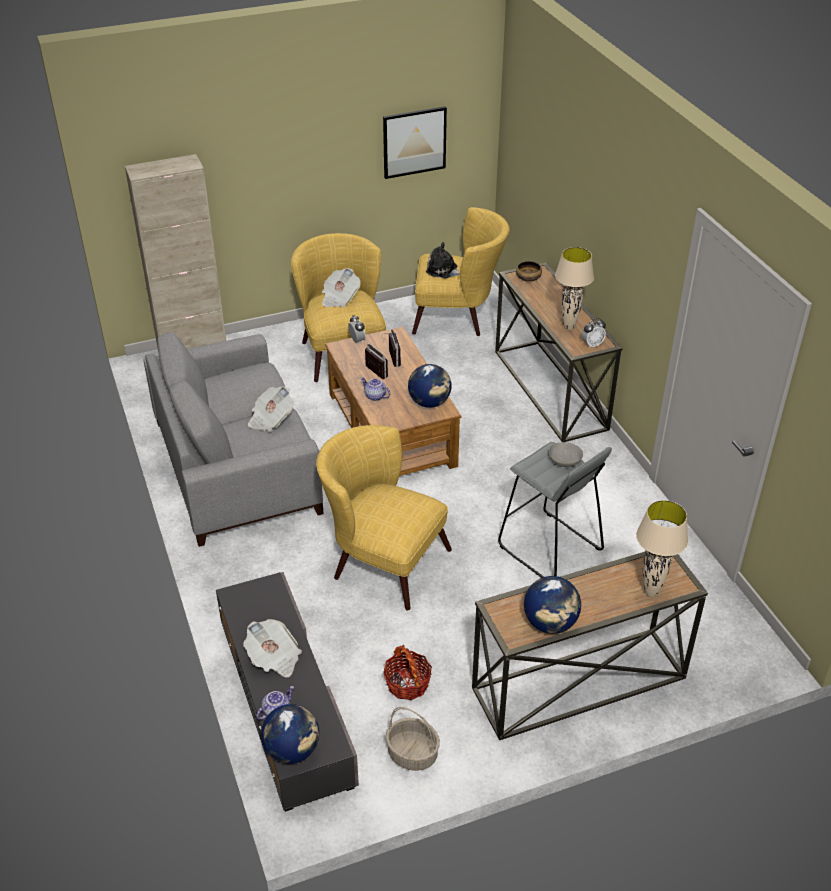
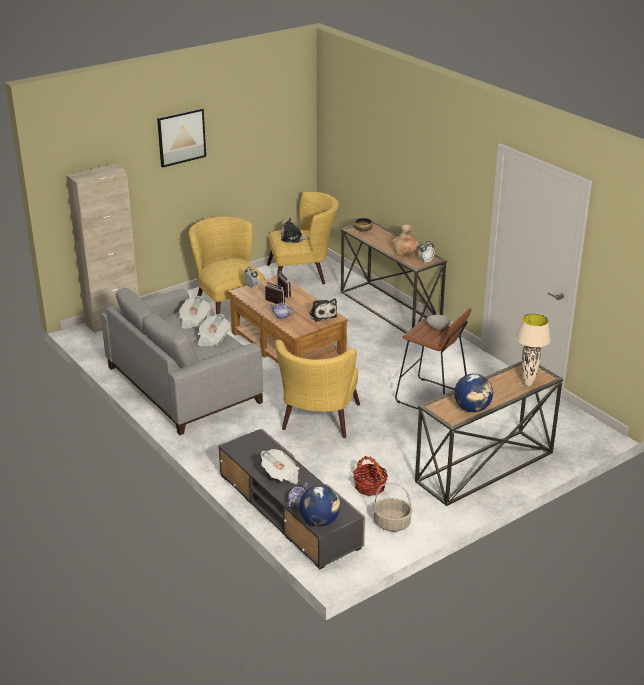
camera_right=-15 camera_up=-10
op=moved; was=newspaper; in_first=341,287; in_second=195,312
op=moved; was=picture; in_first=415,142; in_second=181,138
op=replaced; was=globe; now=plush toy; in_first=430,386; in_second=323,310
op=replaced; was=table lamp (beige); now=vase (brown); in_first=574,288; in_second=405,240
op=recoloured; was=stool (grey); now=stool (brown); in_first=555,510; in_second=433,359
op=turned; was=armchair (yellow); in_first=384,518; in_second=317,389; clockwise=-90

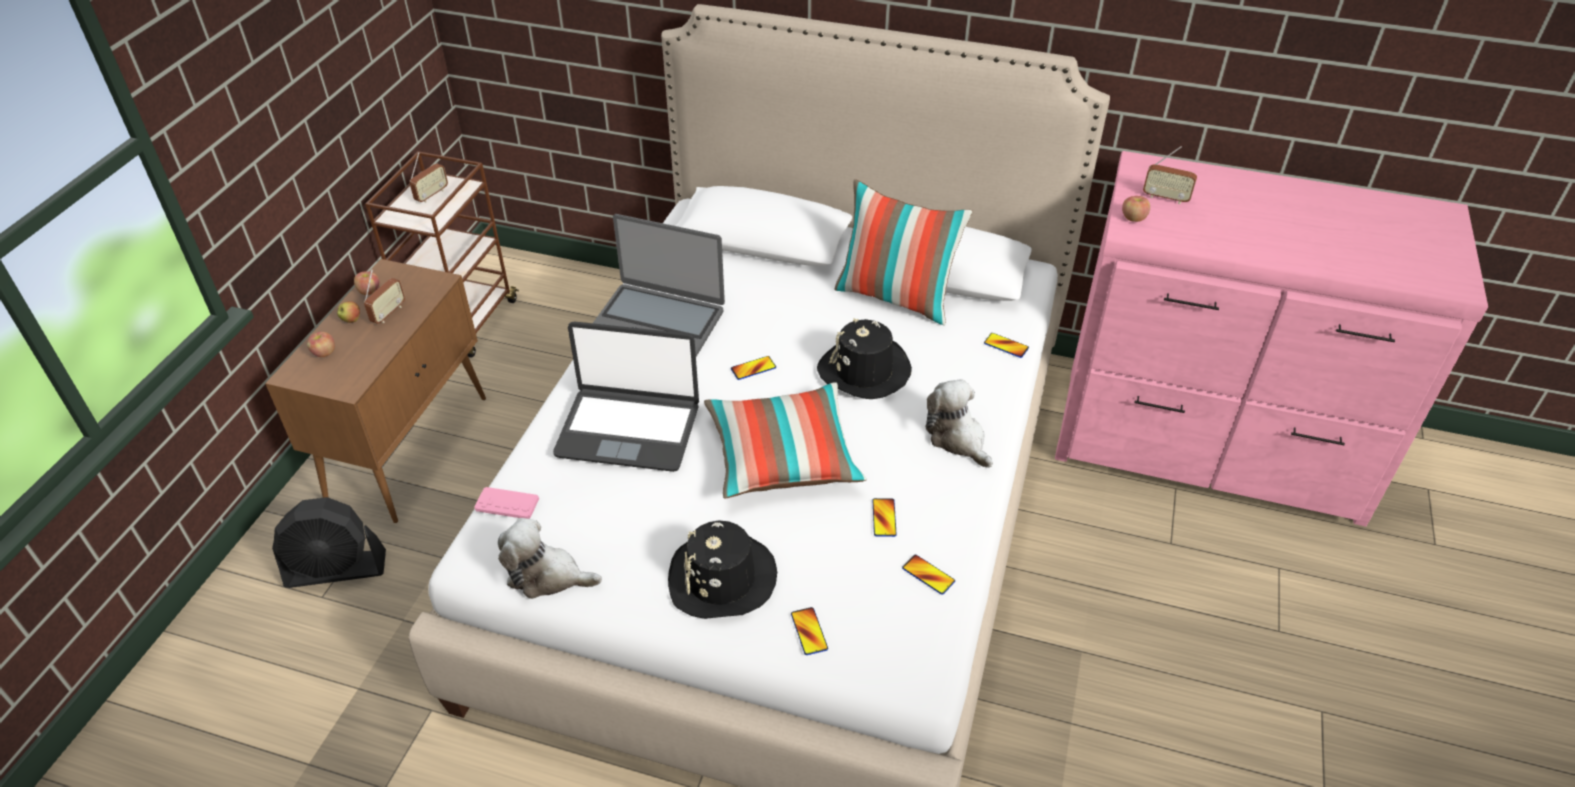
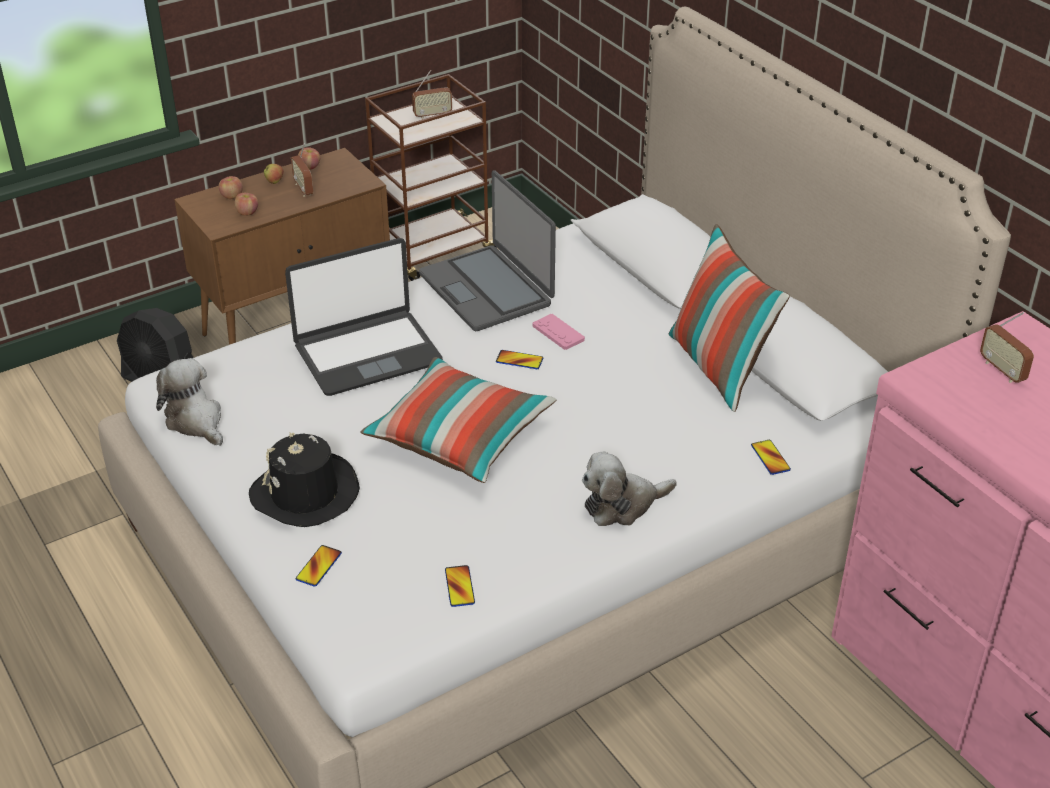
camera_right=40 camera_up=-5
op=removed; was=hat (black); in_first=864,358
op=removed; was=phone; in_first=885,517
op=moved; was=game controller (pink); in_first=506,503; in_second=559,332
op=moved; was=apple; in_first=1136,209; in_second=246,204
op=turned; was=radio; in_first=384,296; in_second=302,170; clockwise=90
op=turned; was=laptop; in_first=626,396; in_second=364,317; clockwise=-75
op=turned; was=plush toy; in_first=959,423; in_second=629,489; clockwise=-120

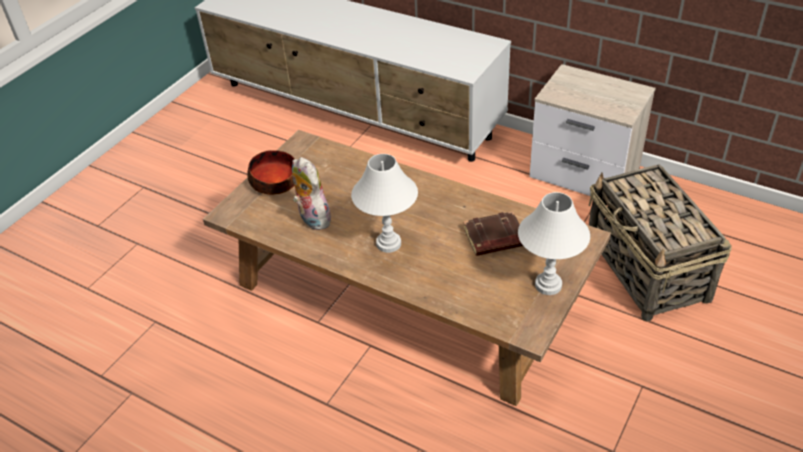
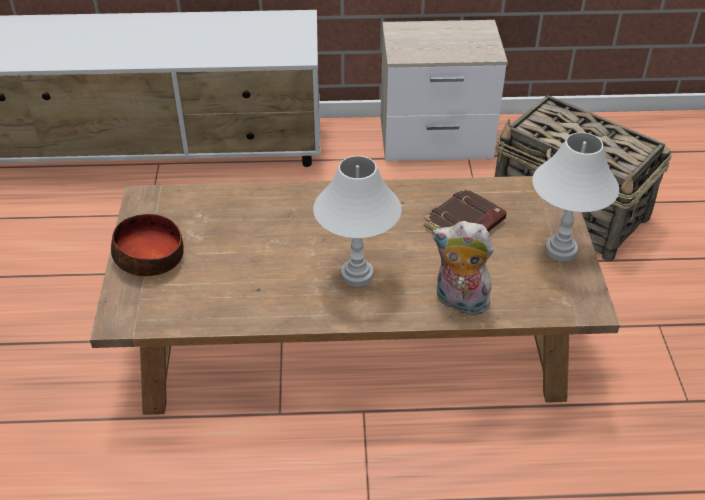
camera_right=-35 camera_up=0
op=moved; was=plush toy; in_first=311,193; in_second=464,268

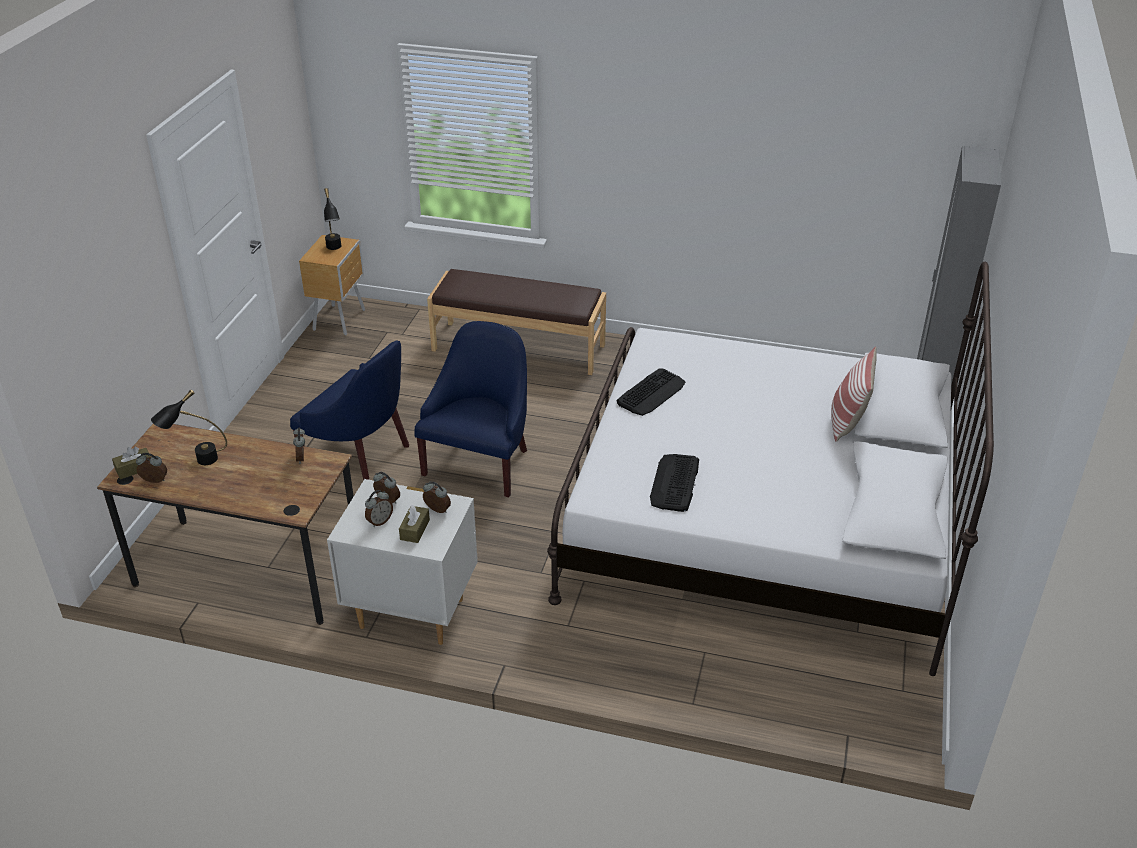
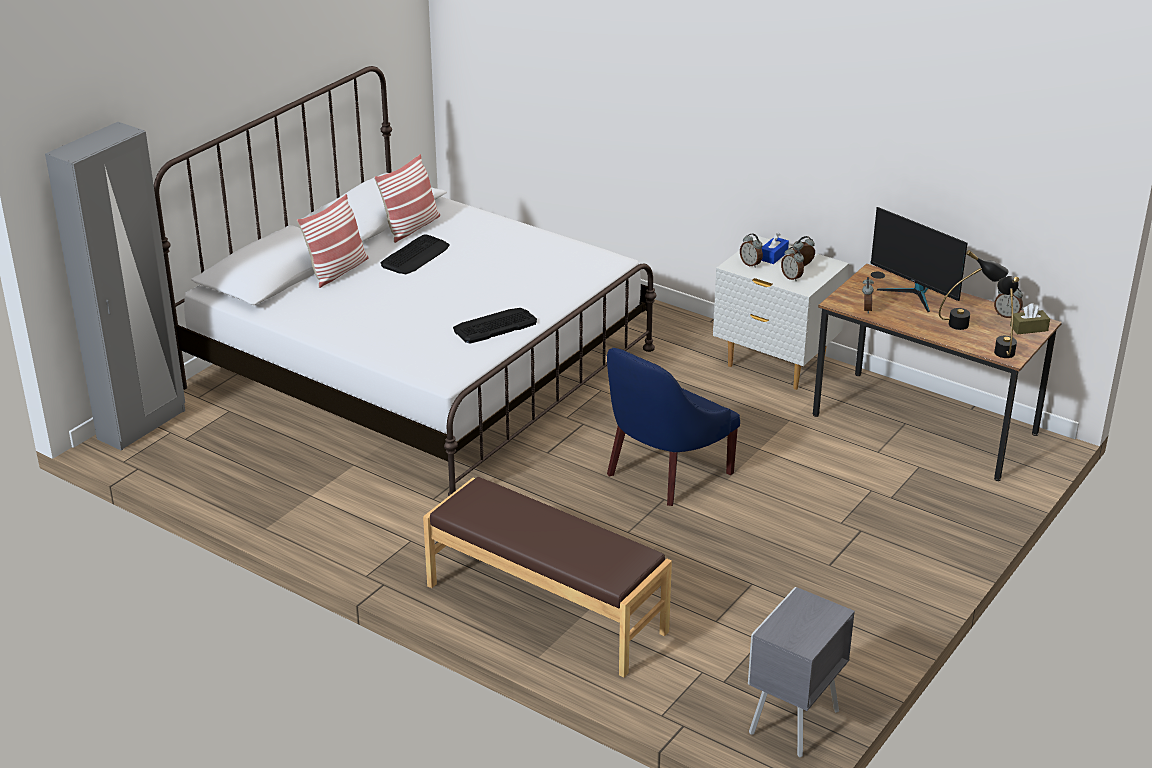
camera_right=-160 camera_up=-5
op=removed; was=armchair (blue); in_first=349,410
op=added; now=pillow; in_second=407,198
op=added; now=monitor; in_second=919,259
op=moved; was=table lamp (black); in_first=333,219; in_second=1006,317
op=moved; was=keyboard; in_first=674,483; in_second=415,254
op=recoloured; was=nightstand (brown); now=nightstand (grey); in_first=332,285; in_second=801,672
op=recoloured; was=tissue box (brown); now=tissue box (blue); in_first=414,524; in_second=775,248

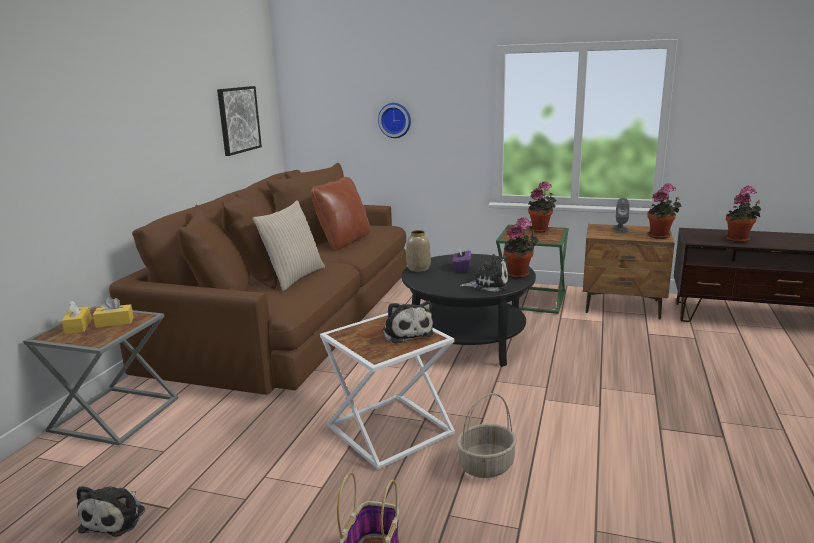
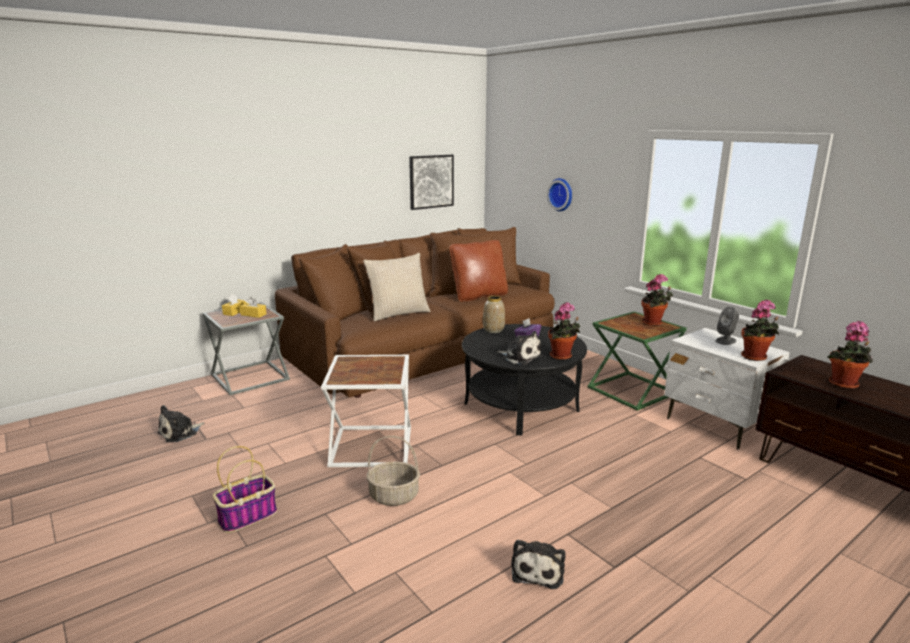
camera_right=35 camera_up=0
op=moved; was=plush toy; in_first=408,322; in_second=538,564
op=recoloured; was=nightstand (brown); now=nightstand (white); in_first=629,271; in_second=727,389

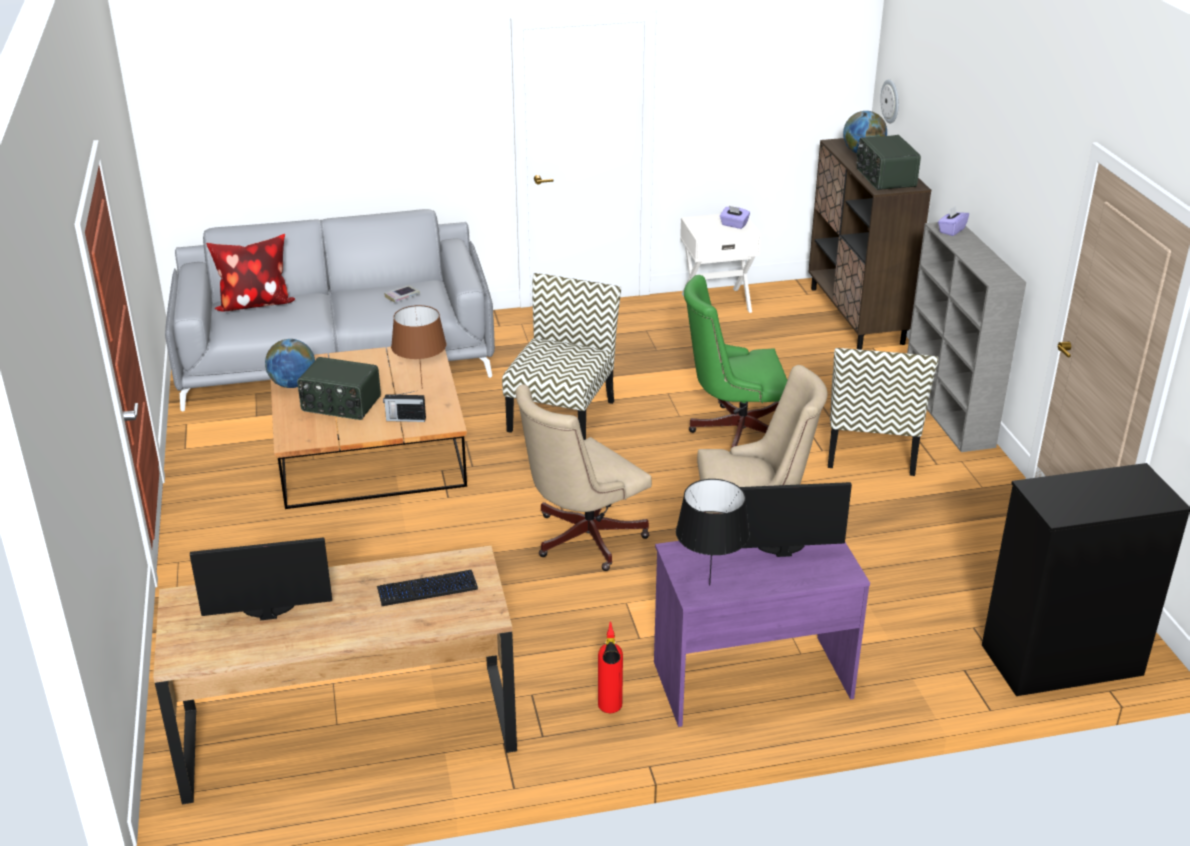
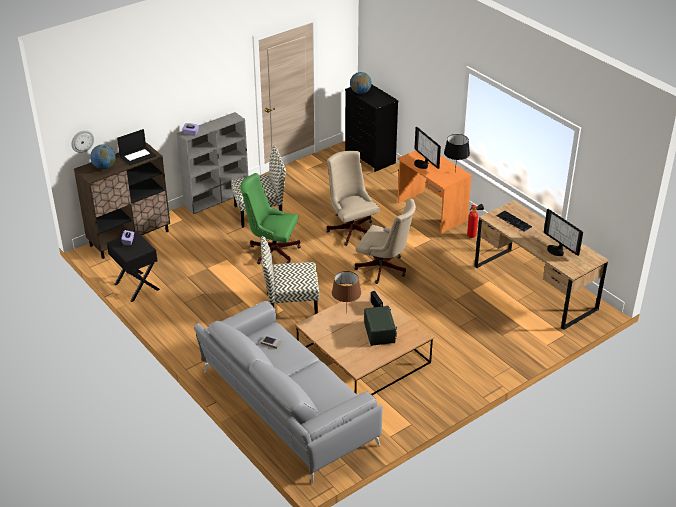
camera_right=-115 camera_up=5
op=removed; was=pillow; in_first=250,272
op=moved; was=globe; in_first=290,363; in_second=361,83
op=replaced; was=radio; now=laptop; in_first=888,162; in_second=136,147
op=recoloured; was=desk (purple); now=desk (orange); in_first=762,634; in_second=435,191
op=recoloured; was=nightstand (white); now=nightstand (black); in_first=720,263; in_second=133,266
op=turned; was=office chair (green); in_first=735,361; in_second=270,218; clockwise=135

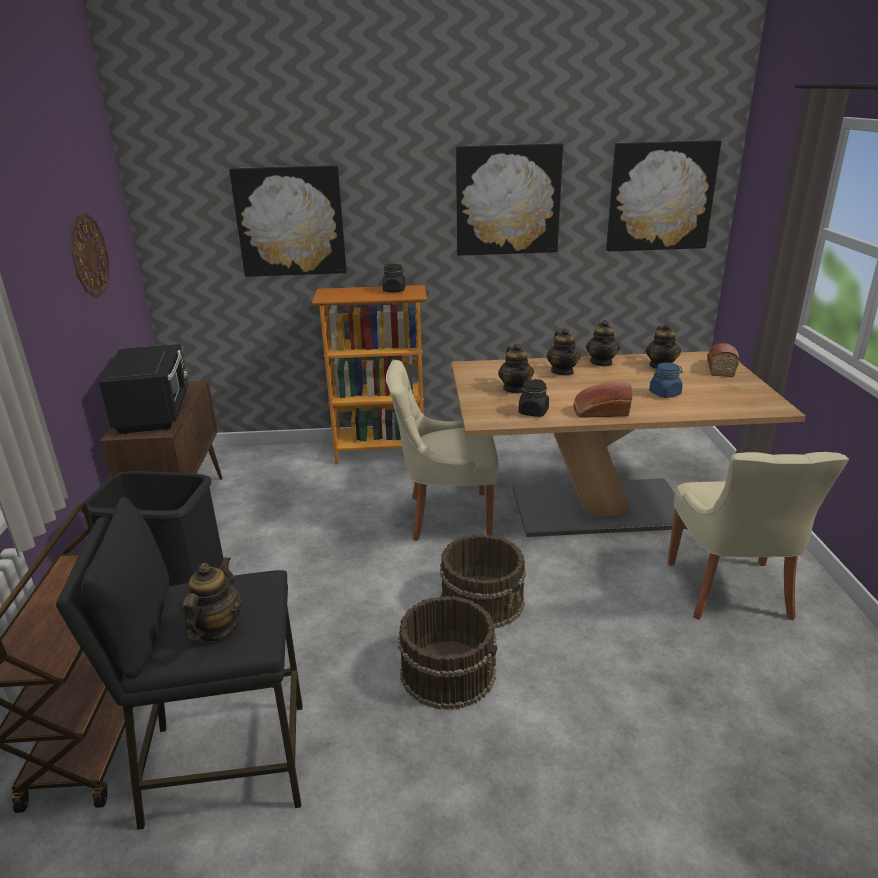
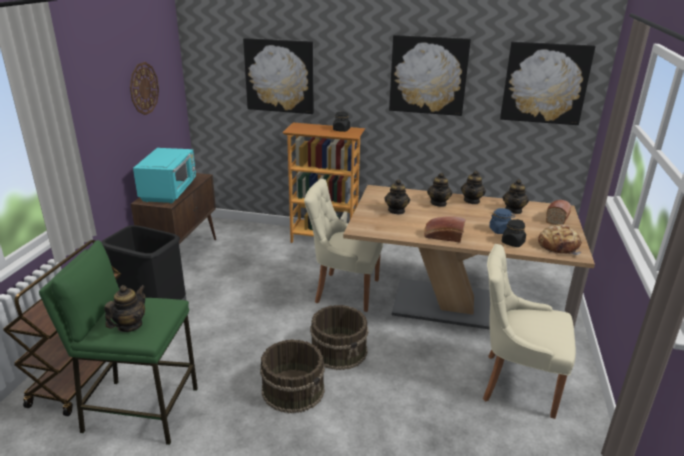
camera_right=15 camera_up=0
op=added; now=bread; in_second=560,239
op=moved; was=jar (black); in_first=533,398; in_second=514,233
op=recoloured; was=stool (black); now=stool (green); in_first=179,663; in_second=118,342
op=recoloured; was=microwave (black); now=microwave (turquoise); in_first=143,389; in_second=164,175
op=turned; was=chair (beige); in_first=758,536; in_second=529,331; clockwise=90

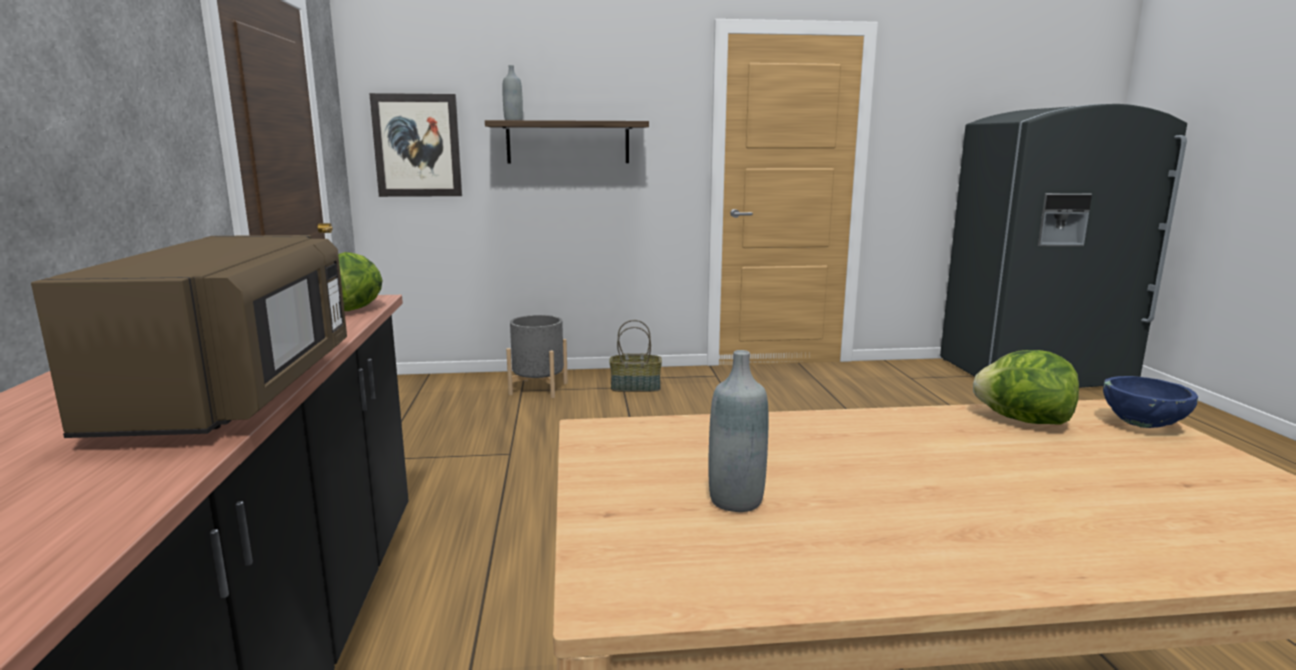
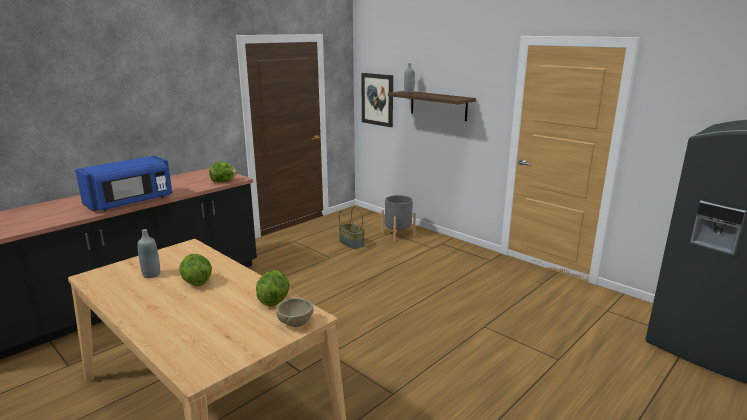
camera_right=50 camera_up=5
op=added; now=lettuce; in_second=195,270
op=moved; was=basket; in_first=635,356; in_second=351,228
op=recoloured; was=microwave (brown); now=microwave (blue); in_first=189,336; in_second=123,183
op=recoloured; was=bowl (blue); now=bowl (beige); in_first=1150,402; in_second=294,312

